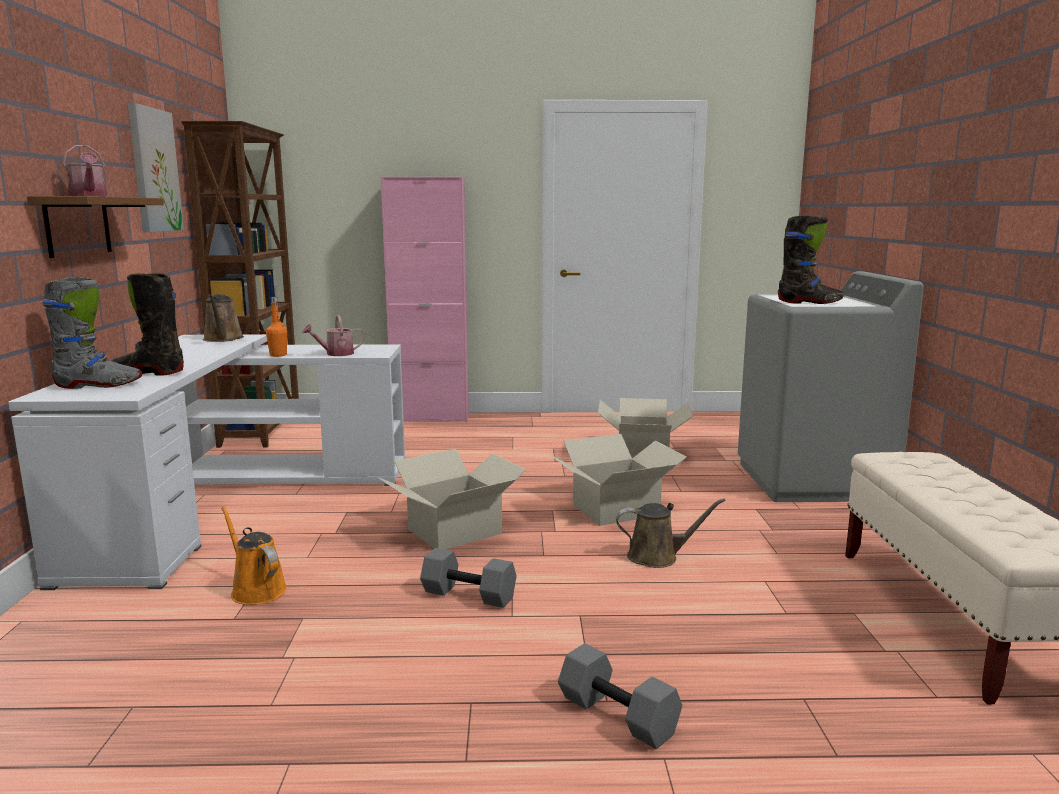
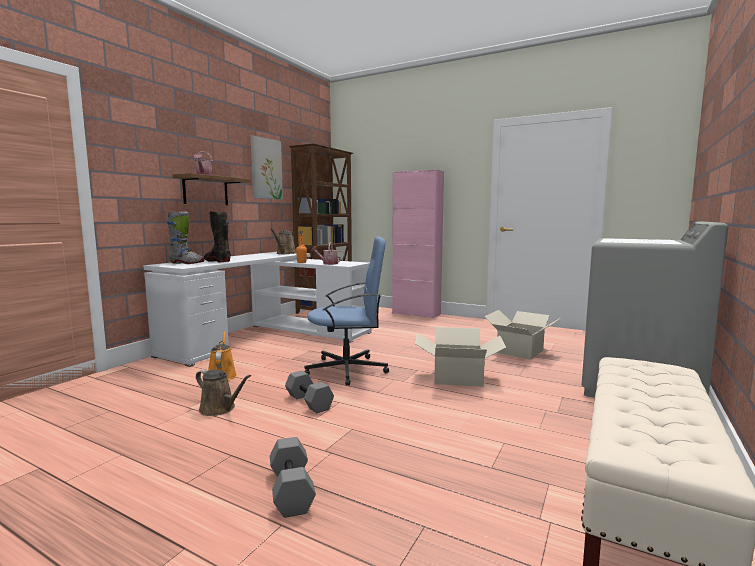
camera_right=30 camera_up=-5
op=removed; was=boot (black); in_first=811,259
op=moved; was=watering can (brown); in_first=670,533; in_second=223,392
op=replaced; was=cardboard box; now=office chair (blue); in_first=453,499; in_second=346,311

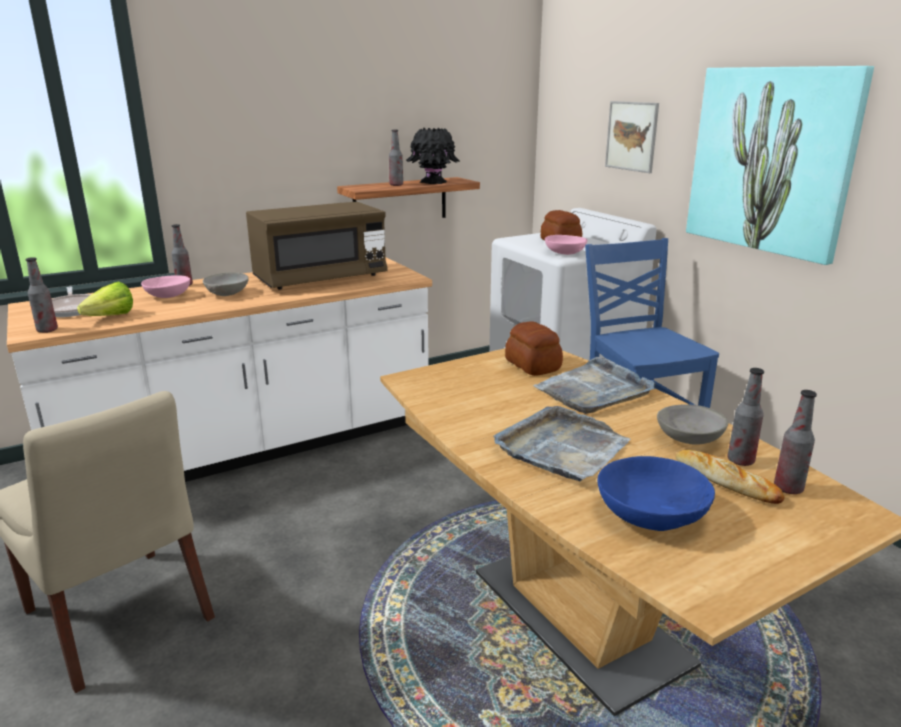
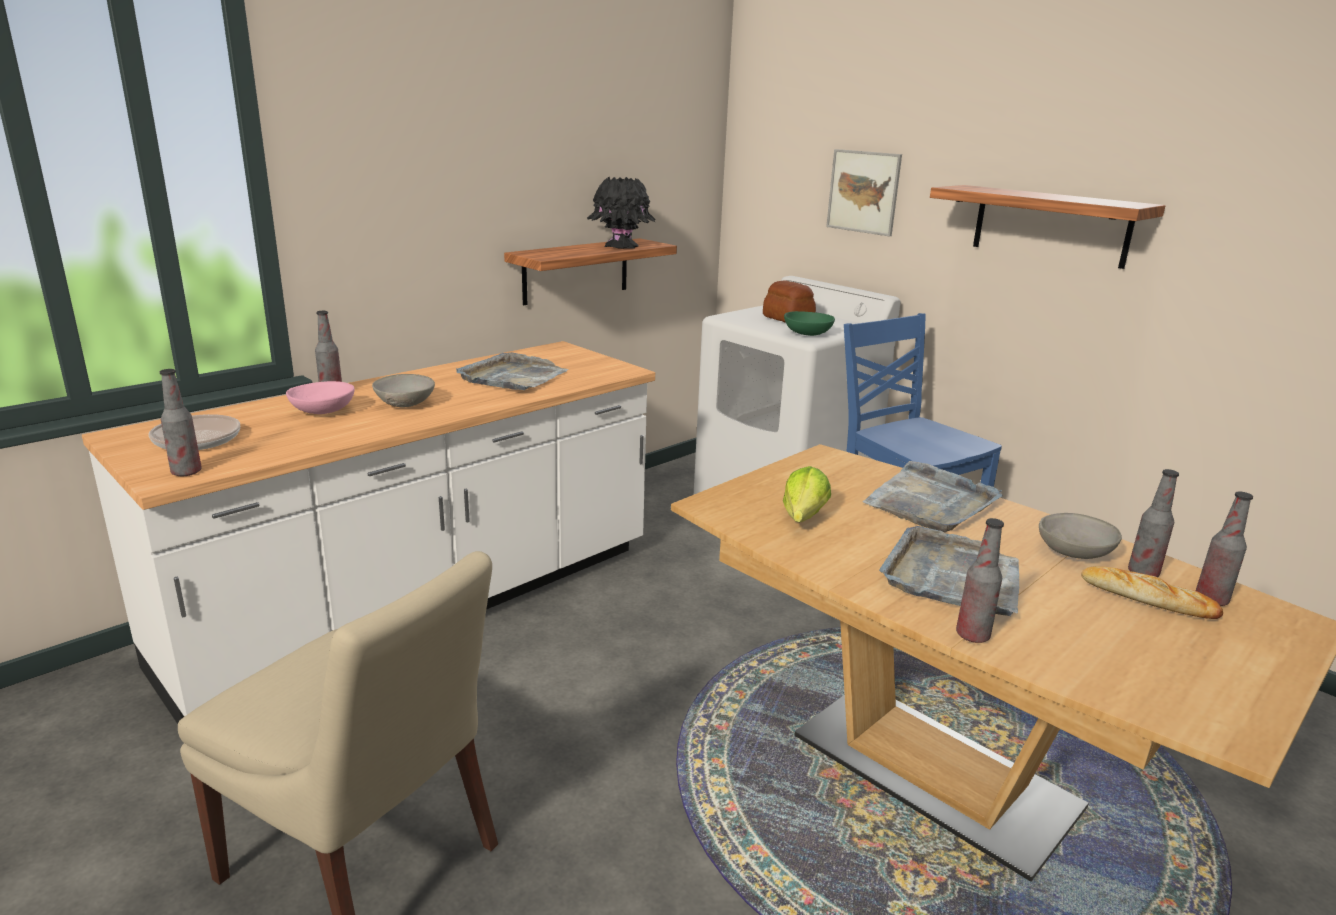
camera_right=-15 camera_up=0
op=removed; was=bread; in_first=534,348
op=removed; was=bowl (blue); in_first=656,493
op=moved; was=lettuce; in_first=105,298; in_second=807,494
op=moved; was=bottle; in_first=396,158; in_second=980,580
op=replaced; was=microwave (brown); now=tray (grey); in_first=317,246; in_second=512,371
op=replaced; was=picture; now=shelf; in_first=780,165; in_second=1047,227
op=recoloured; was=bowl (pink); now=bowl (green); in_first=566,245; in_second=809,323

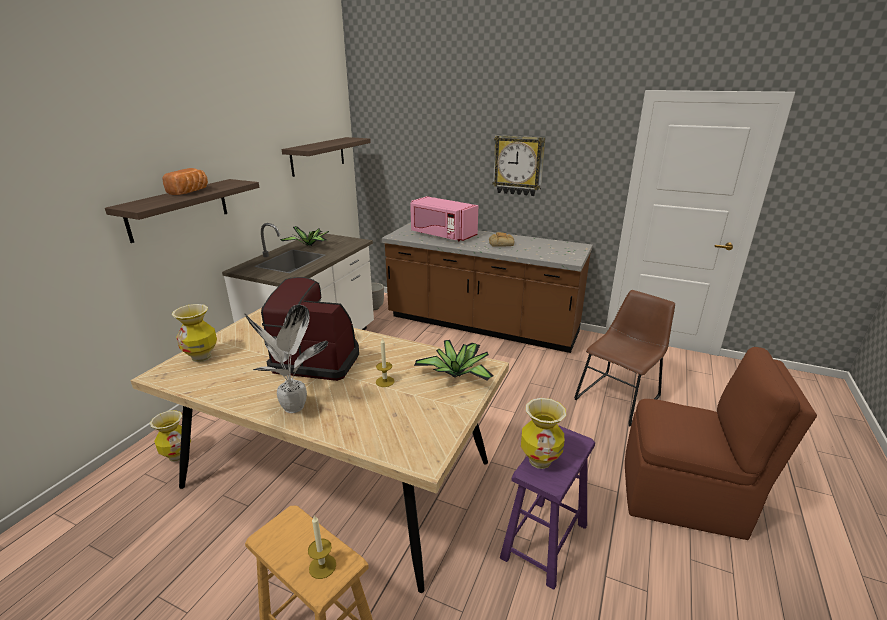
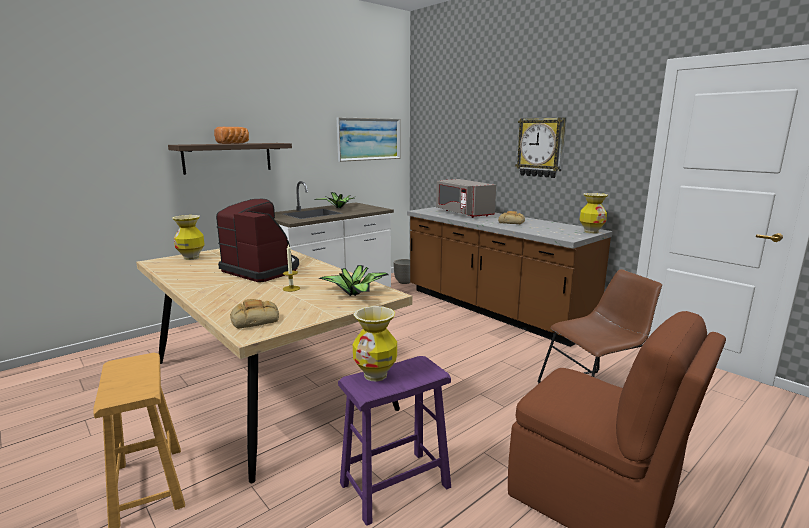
camera_right=25 camera_up=-10
op=removed; was=potted plant; in_first=286,359
op=removed; was=candle; in_first=322,547
op=added; now=bread; in_second=254,314
op=moved; was=vase; in_first=170,436; in_second=594,213
op=replaced; was=shelf; now=picture; in_first=326,157; in_second=368,139
op=recoloured; was=microwave (pink); now=microwave (grey); in_first=444,218; in_second=466,198

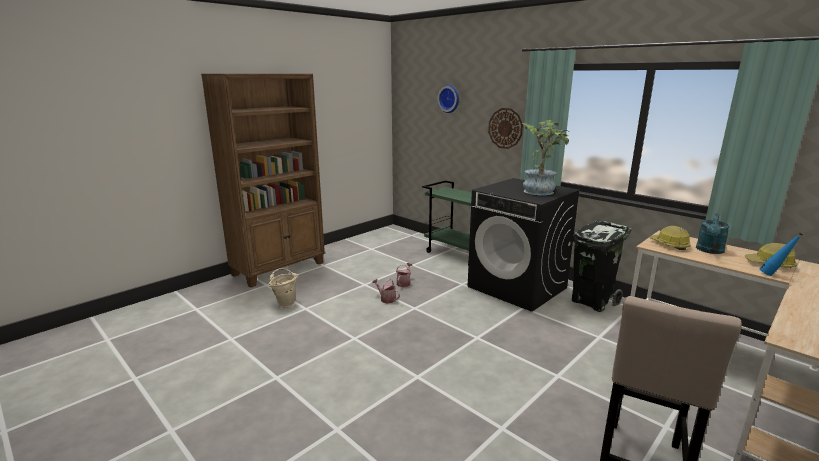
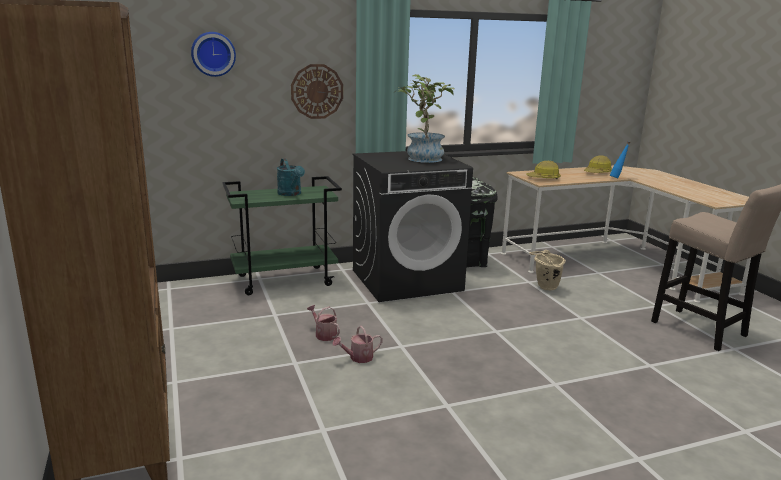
camera_right=-65 camera_up=0
op=moved; was=bucket (beige); in_first=282,288; in_second=547,270
op=moved; was=watering can (turquoise); in_first=713,233; in_second=291,177

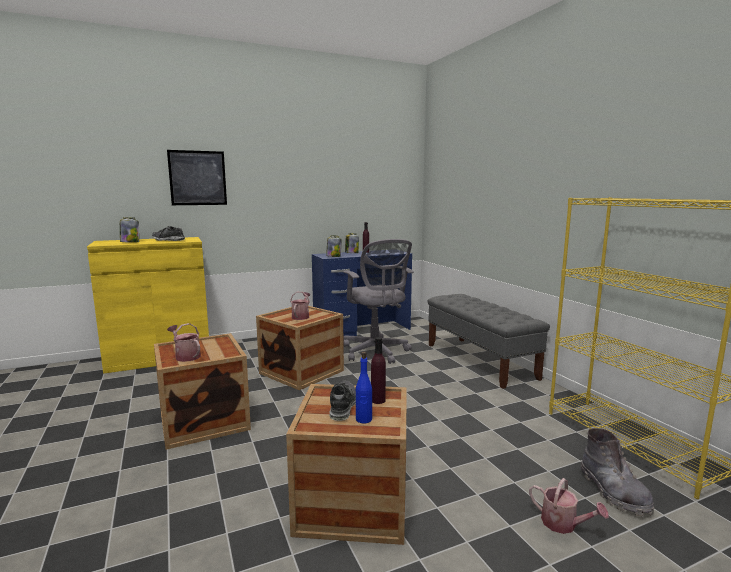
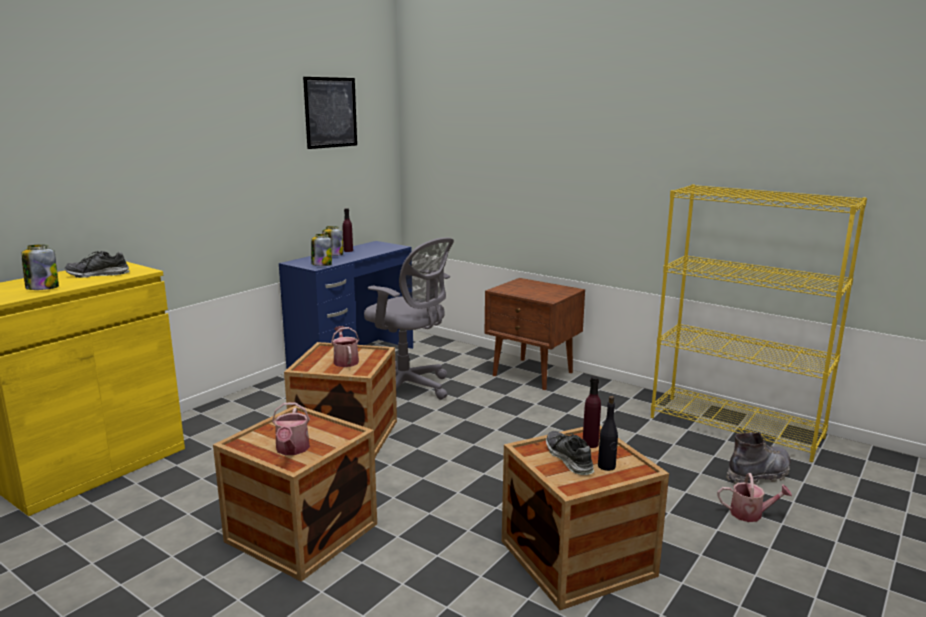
camera_right=-30 camera_up=5
op=moved; was=picture; in_first=197,177; in_second=330,113
op=replaced; was=bench (grey); now=nightstand (brown); in_first=489,341; in_second=535,334
op=recoloured; was=bottle (blue); now=bottle (black); in_first=364,387; in_second=608,433
op=turned; was=watering can; in_first=184,342; in_second=291,428; clockwise=-105
op=turned; was=boot (grey); in_first=617,472; in_second=758,458; clockwise=-75

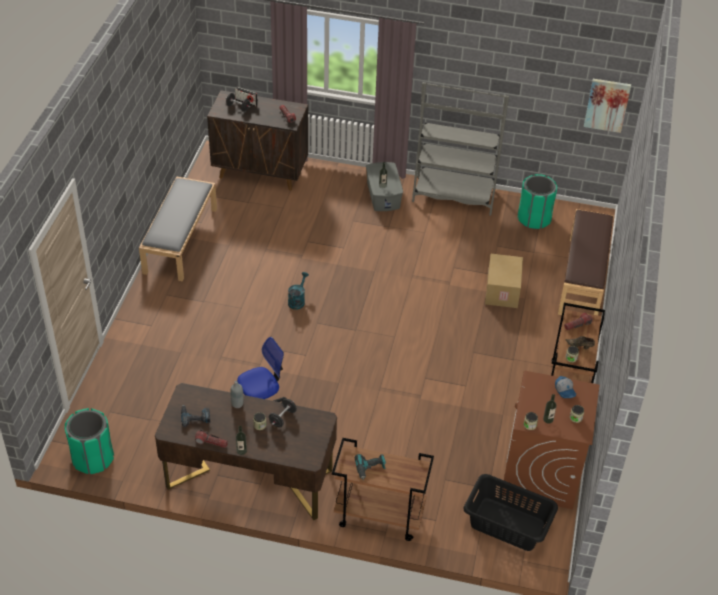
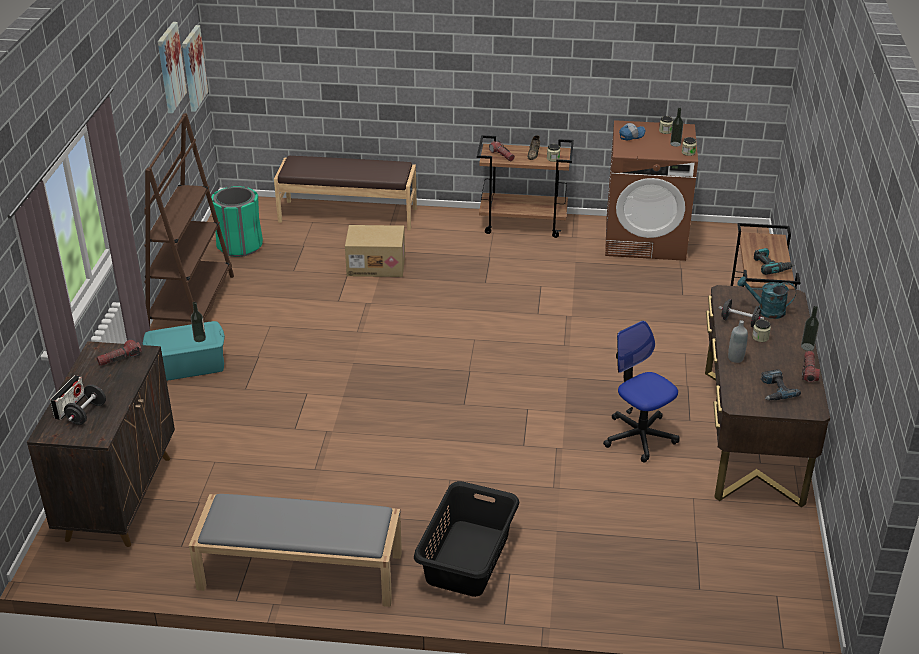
camera_right=-95 camera_up=-10
op=removed; was=trash can (green); in_first=89,441
op=added; now=picture; in_second=172,67
op=moved; was=watering can (turquoise); in_first=298,291; in_second=766,297
op=moved; was=laundry basket (black); in_first=510,512; in_second=466,539
op=recoloured; was=storage box (grey); now=storage box (turquoise); in_first=384,186; in_second=184,351
op=recoloured; was=bookcase (grey); now=bookcase (brown); in_first=460,149; in_second=189,219

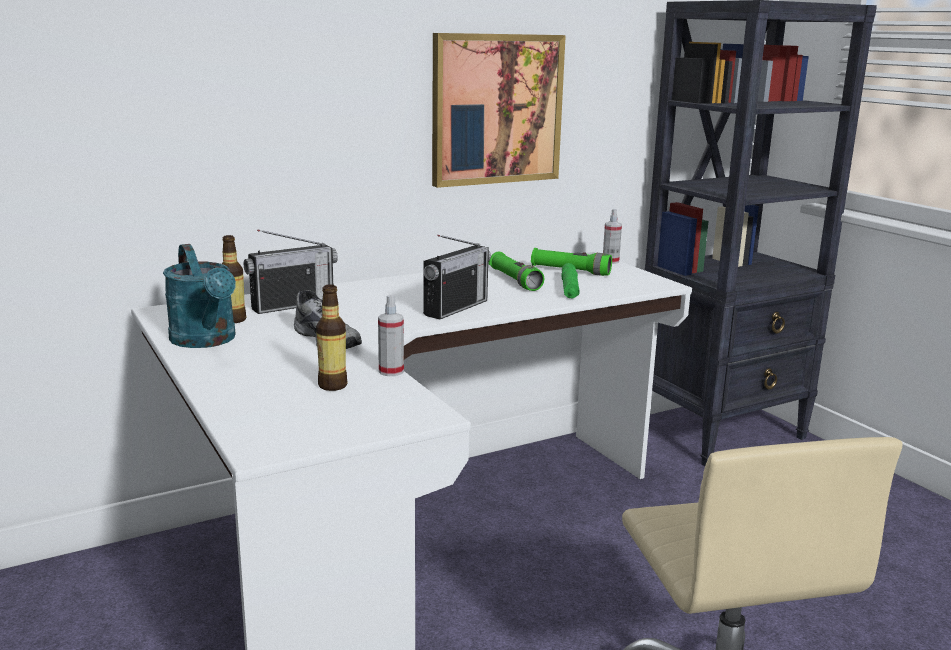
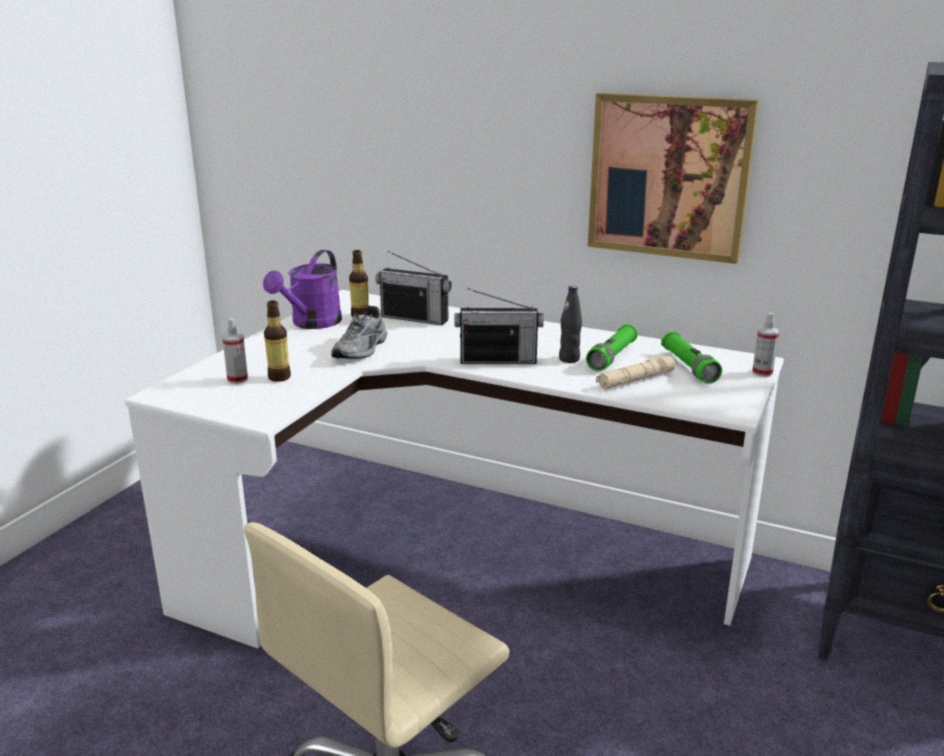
camera_right=55 camera_up=5
op=added; now=bottle (black); in_second=570,324
op=moved; was=spray bottle; in_first=391,335; in_second=235,351
op=recoloured; was=watering can (turquoise); now=watering can (purple); in_first=199,296; in_second=302,289
op=recoloured; was=flashlight (green); now=flashlight (beige); in_first=570,281; in_second=635,372

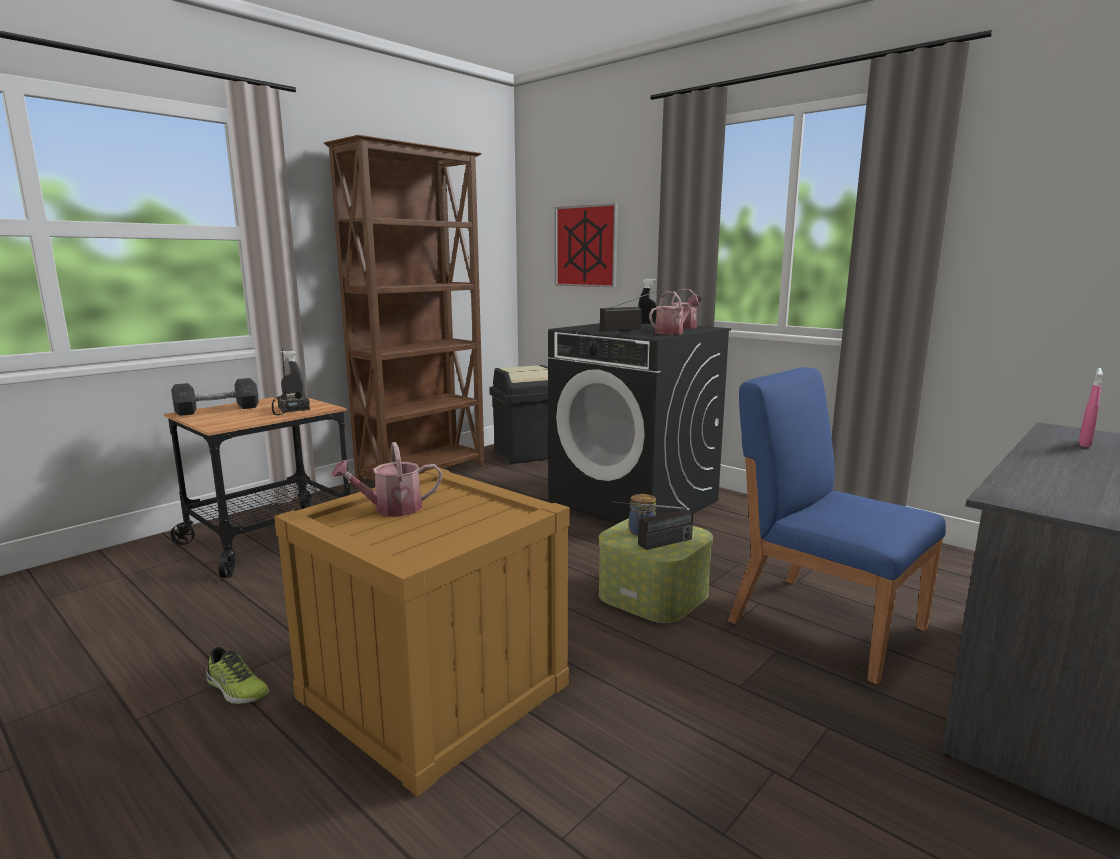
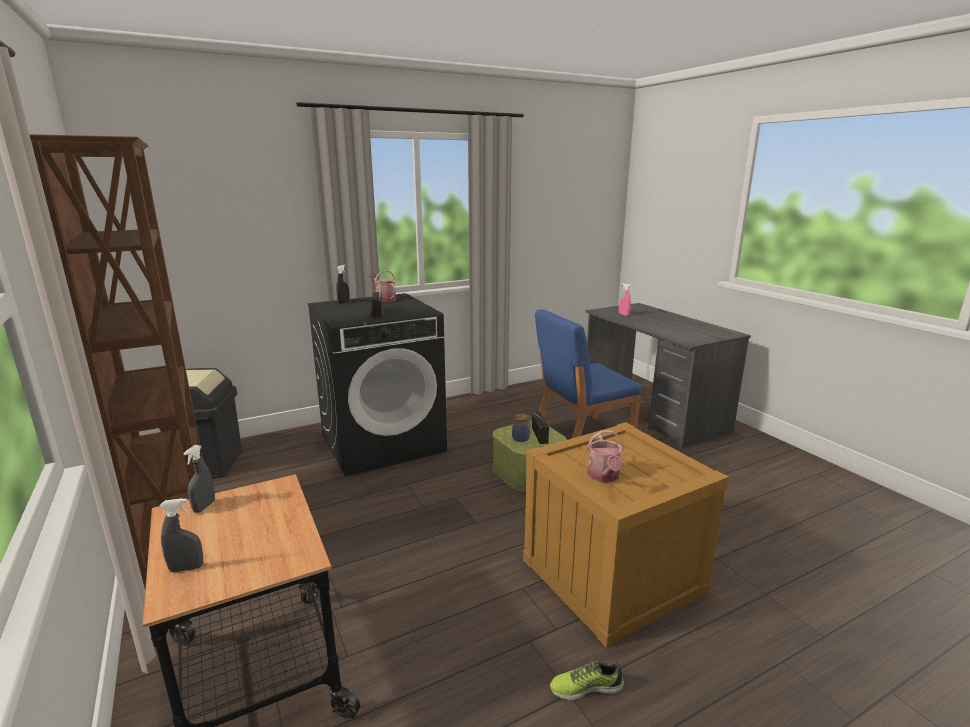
camera_right=-70 camera_up=5
op=removed; was=radio; in_first=291,382
op=removed; was=picture; in_first=586,245
op=removed; was=watering can; in_first=674,313
op=replaced; was=dumbbell (grey); now=spray bottle (grey); in_first=214,397; in_second=181,535
op=turned; was=shoe; in_first=238,675; in_second=587,680; clockwise=-150

